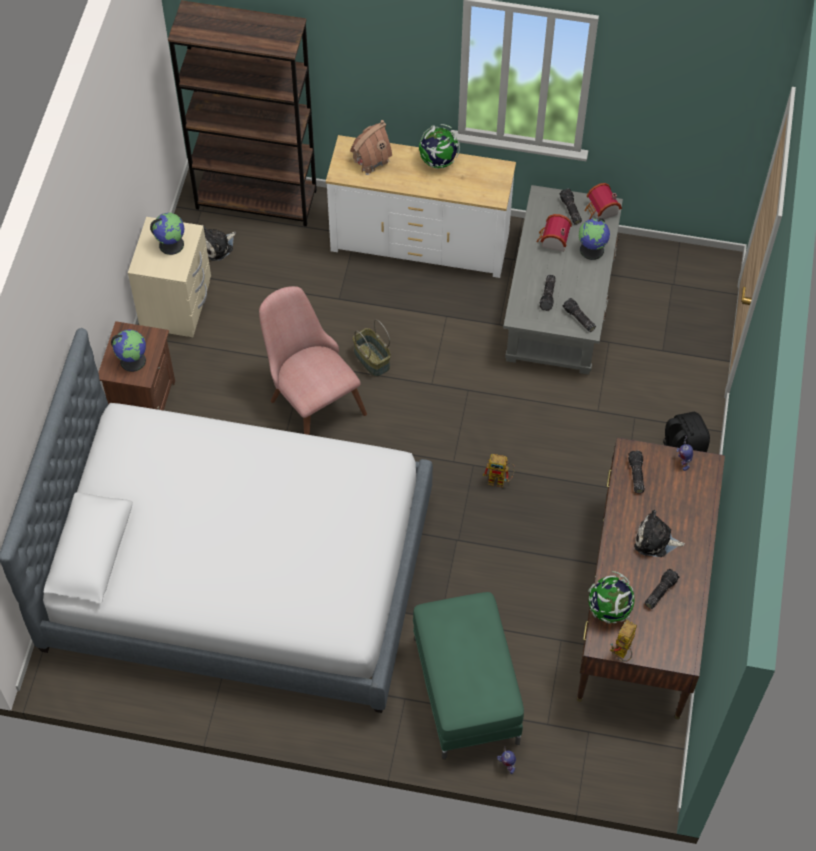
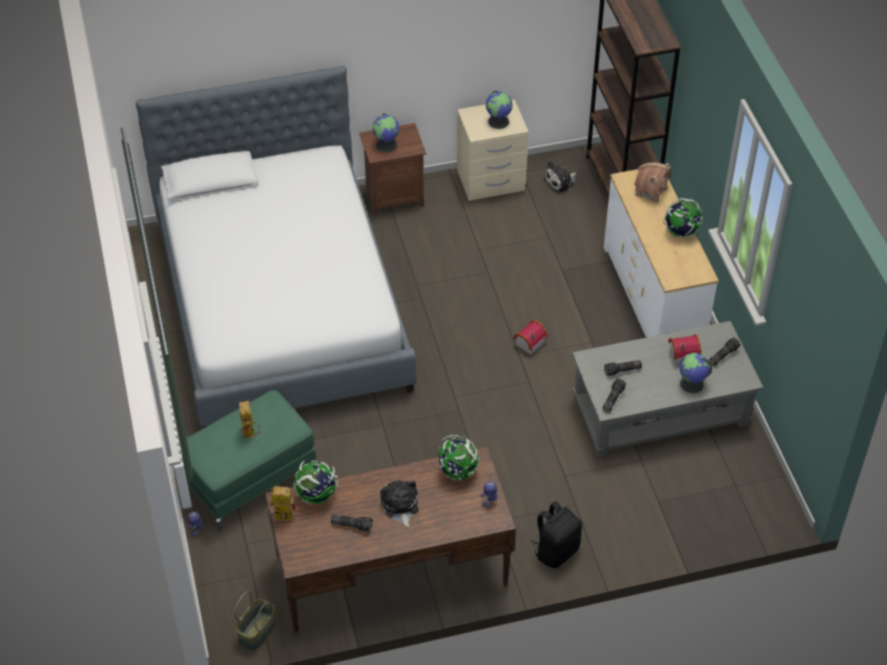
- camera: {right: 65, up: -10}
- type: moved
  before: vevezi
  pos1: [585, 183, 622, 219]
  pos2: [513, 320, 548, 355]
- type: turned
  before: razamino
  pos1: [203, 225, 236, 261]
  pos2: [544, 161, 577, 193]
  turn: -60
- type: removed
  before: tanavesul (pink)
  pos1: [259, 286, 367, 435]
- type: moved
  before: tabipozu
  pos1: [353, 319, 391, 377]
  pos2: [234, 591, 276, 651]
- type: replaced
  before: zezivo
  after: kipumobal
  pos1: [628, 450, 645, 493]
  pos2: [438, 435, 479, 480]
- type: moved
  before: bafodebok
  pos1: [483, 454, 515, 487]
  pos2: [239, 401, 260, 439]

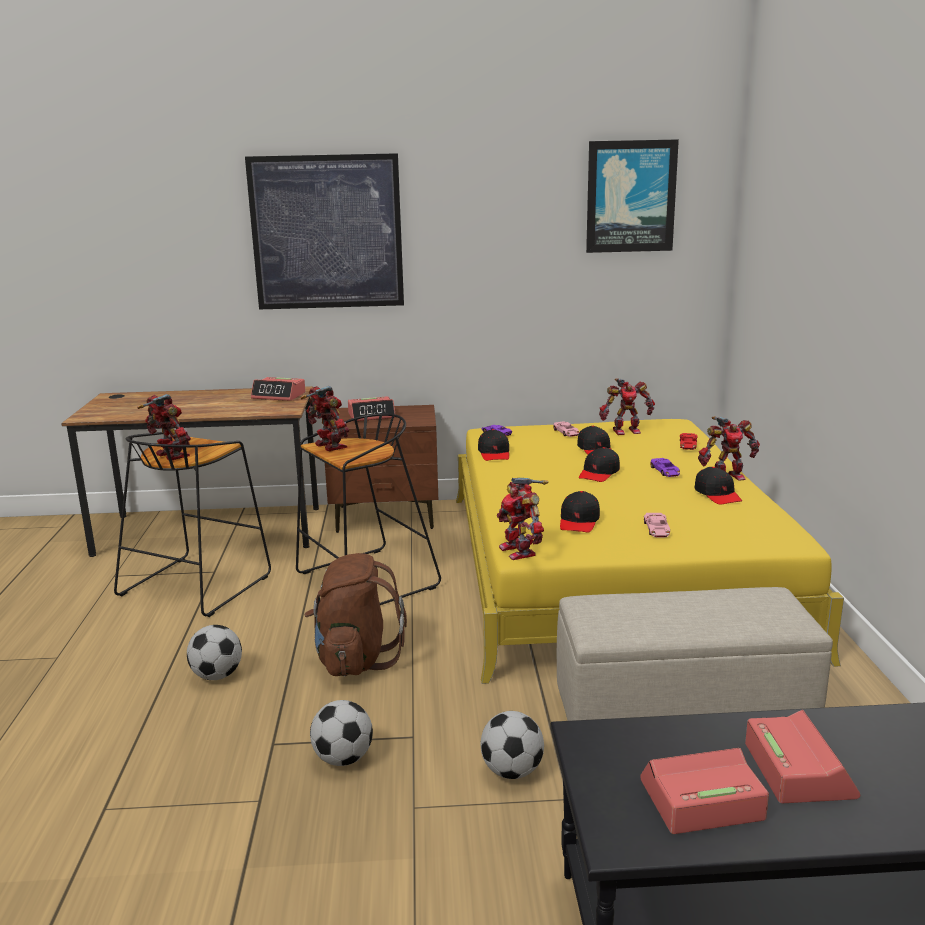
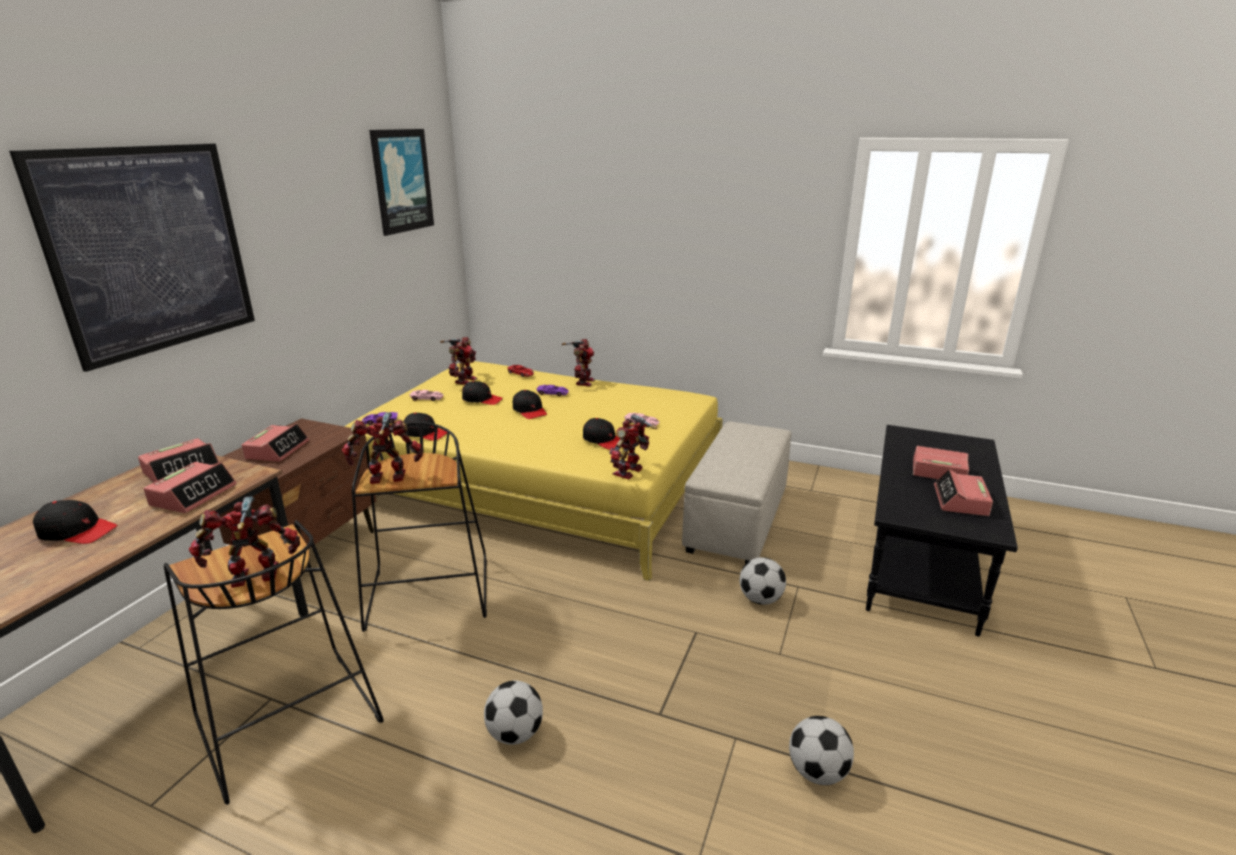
- camera: {right: -65, up: 5}
- type: moved
  before: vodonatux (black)
  pos1: [694, 467, 742, 505]
  pos2: [33, 500, 117, 544]
- type: turned
  before: bafodebok
  pos1: [497, 478, 548, 560]
  pos2: [609, 414, 657, 479]
  turn: 120
- type: removed
  before: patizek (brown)
  pos1: [304, 553, 407, 676]
- type: moved
  before: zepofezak
  pos1: [310, 700, 373, 766]
  pos2: [789, 716, 854, 785]
- type: added
  after: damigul
  pos2: [144, 462, 237, 513]

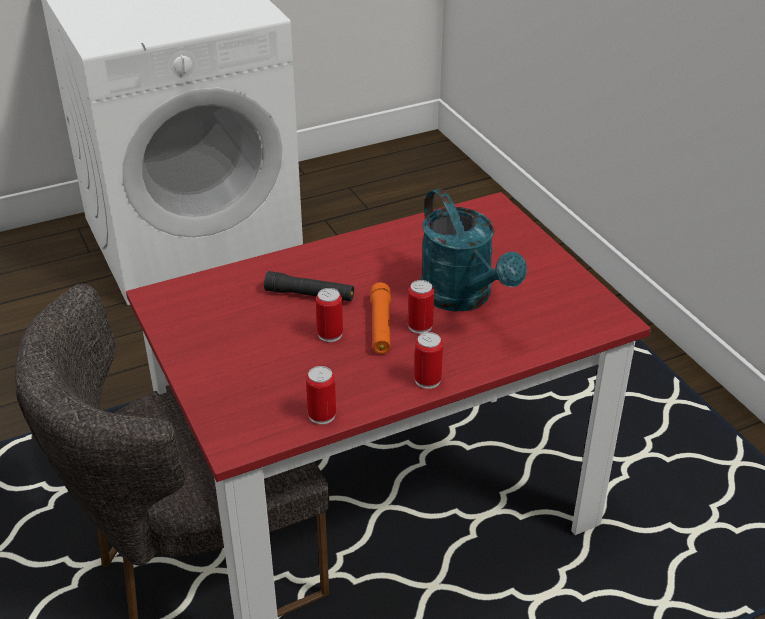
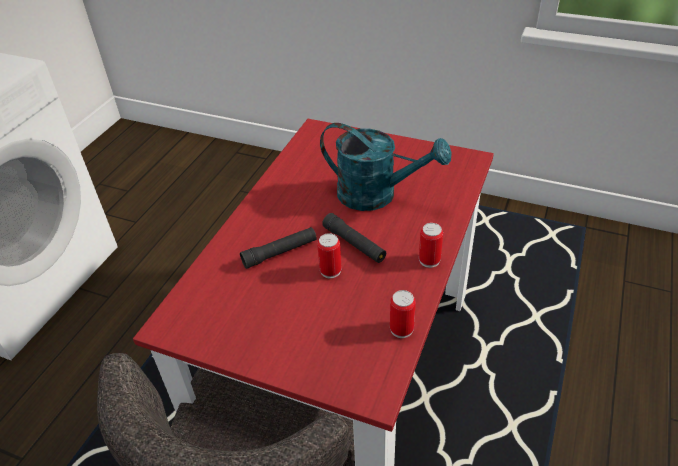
- camera: {right: -40, up: 5}
- type: removed
  before: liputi
  pos1: [408, 280, 434, 334]
- type: recoloured
  before: zezivo (orange)
  after: zezivo (black)
  pos1: [371, 282, 391, 354]
  pos2: [322, 213, 386, 263]

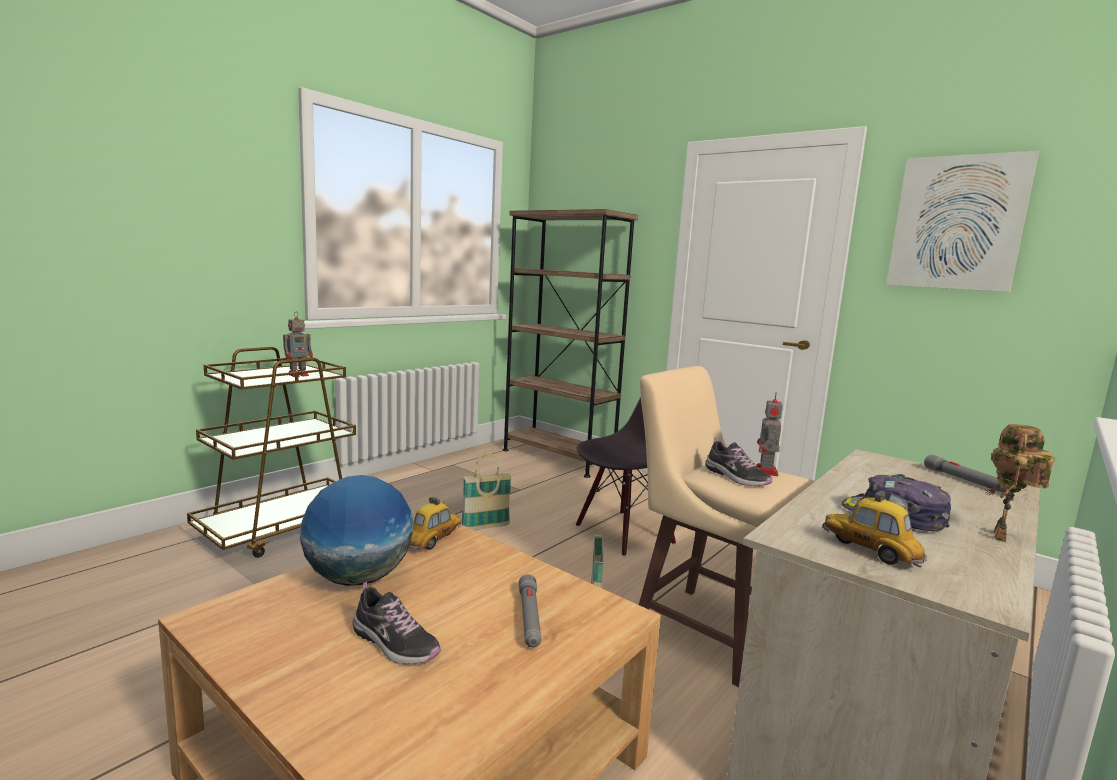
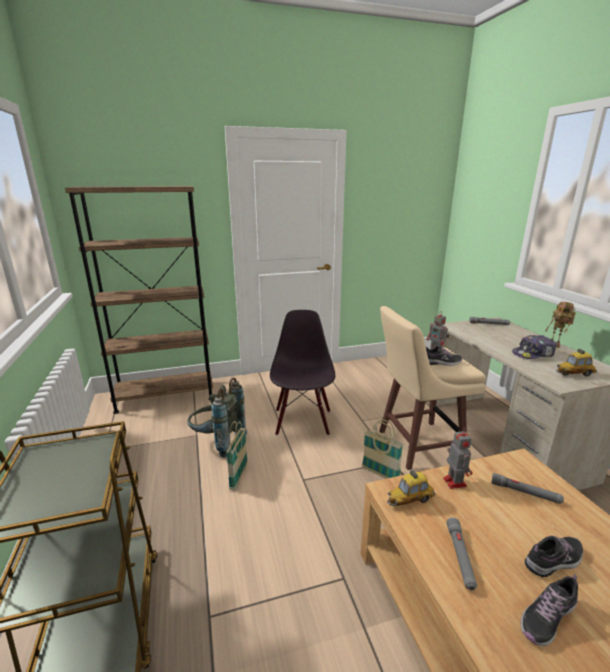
- camera: {right: -55, up: 10}
- type: removed
  before: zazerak
  pos1: [886, 151, 1039, 292]
- type: moved
  before: bafodebok
  pos1: [283, 313, 313, 377]
  pos2: [443, 428, 472, 489]
- type: replaced
  before: kipumobal
  after: zezivo (grey)
  pos1: [300, 475, 414, 586]
  pos2: [447, 517, 477, 590]
- type: turned
  before: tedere
  pos1: [409, 497, 462, 550]
  pos2: [387, 470, 435, 506]
  turn: -90
- type: added
  after: patizek (grey)
  pos2: [187, 378, 247, 458]
- type: added
  after: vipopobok
  pos2: [521, 574, 578, 646]

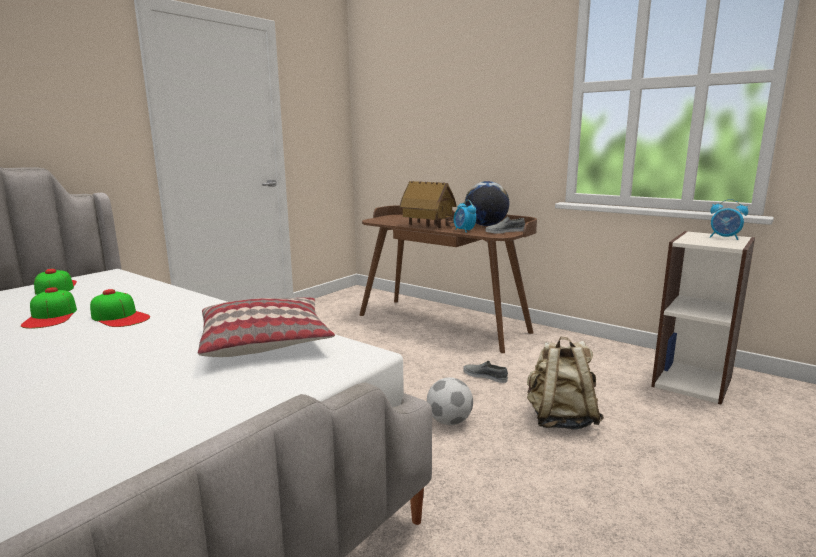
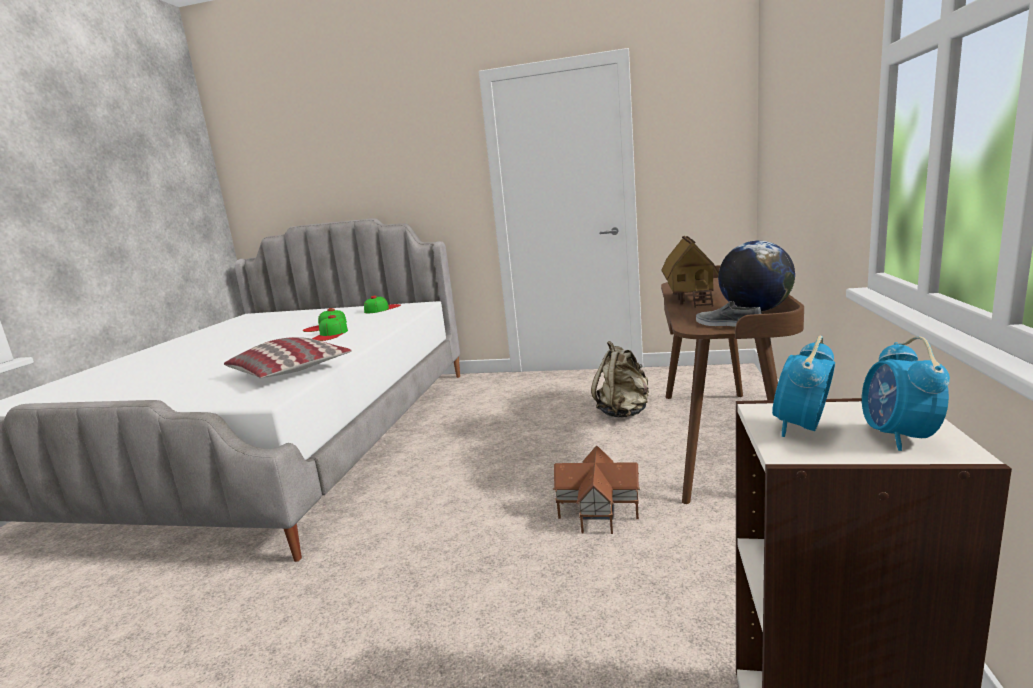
- camera: {right: 65, up: 0}
- type: moved
  before: damigul
  pos1: [454, 200, 476, 233]
  pos2: [772, 336, 835, 437]
- type: moved
  before: patizek (beige)
  pos1: [527, 337, 604, 430]
  pos2: [591, 341, 649, 417]
- type: replaced
  before: vipopobok (grey)
  after: vevezi
  pos1: [463, 361, 508, 383]
  pos2: [553, 445, 640, 534]
- type: removed
  before: zepofezak
  pos1: [427, 377, 473, 425]

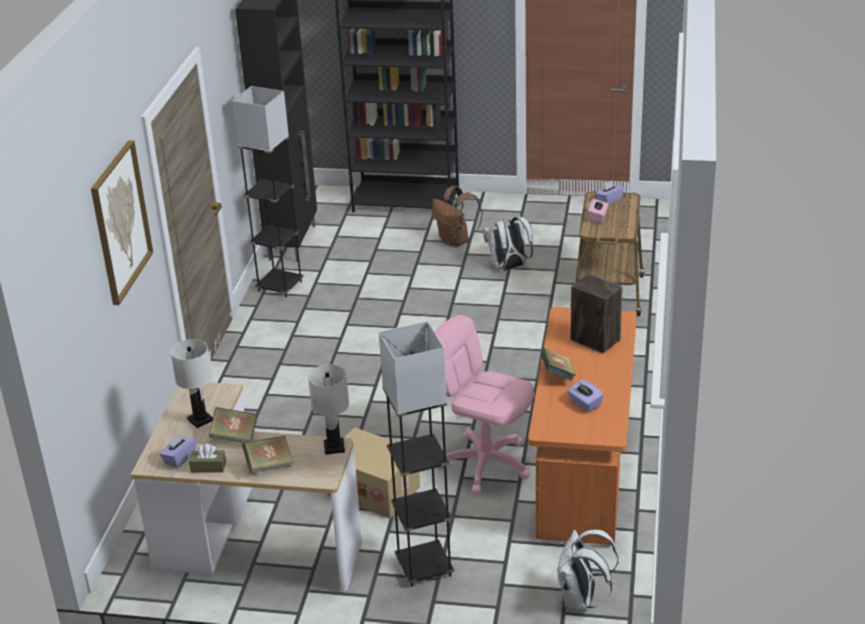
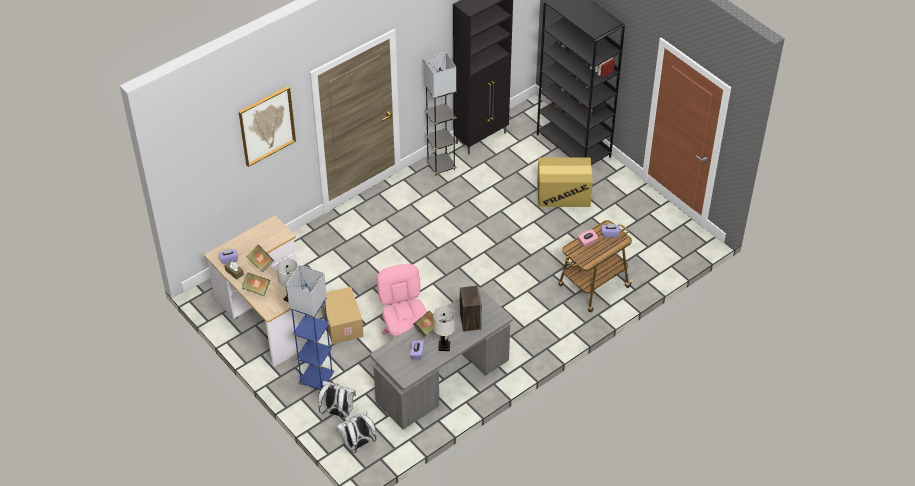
- camera: {right: 40, up: 15}
- type: replaced
  before: patizek (brown)
  after: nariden
  pos1: [432, 186, 482, 248]
  pos2: [537, 158, 593, 207]
- type: moved
  before: patizek (white)
  pos1: [483, 217, 533, 271]
  pos2: [318, 381, 356, 419]
- type: recoloured
  before: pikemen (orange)
  after: pikemen (grey)
  pos1: [528, 307, 637, 545]
  pos2: [371, 287, 512, 430]
- type: recoloured
  before: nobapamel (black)
  after: nobapamel (blue)
  pos1: [379, 321, 454, 587]
  pos2: [286, 265, 334, 390]
- type: moved
  before: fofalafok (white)
  pos1: [170, 339, 213, 428]
  pos2: [433, 306, 455, 351]

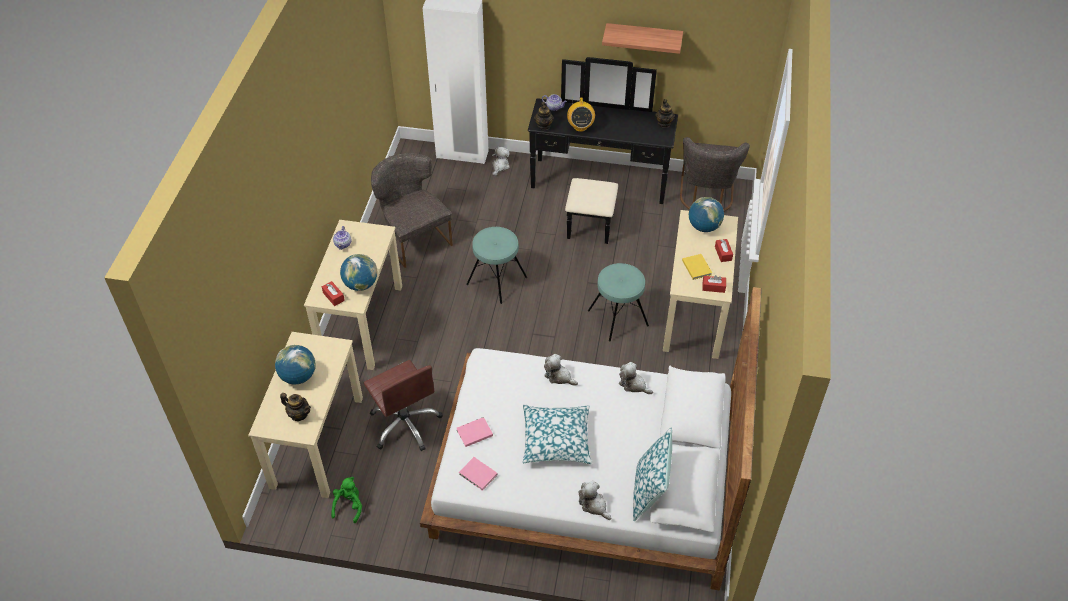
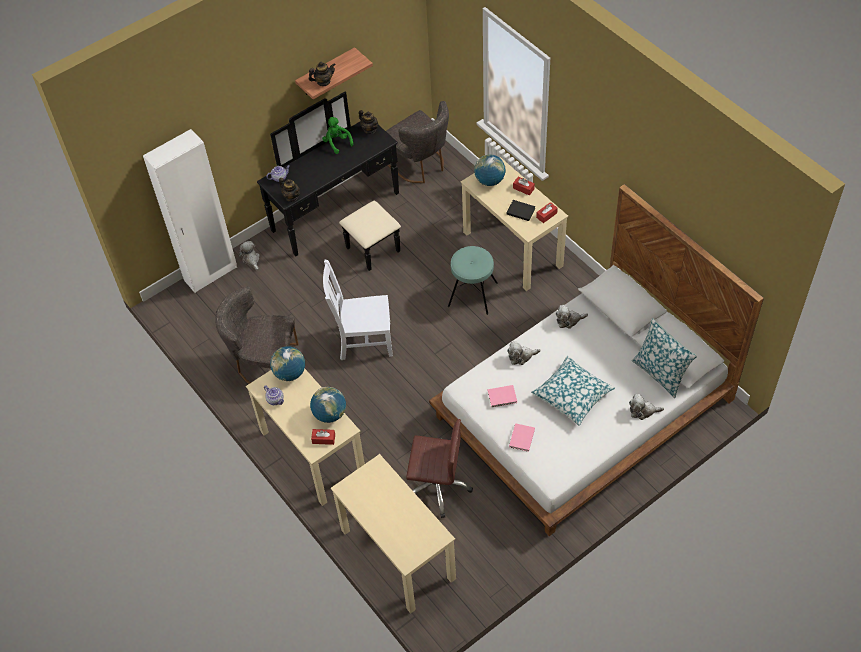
- camera: {right: -45, up: 5}
- type: removed
  before: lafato
  pos1: [567, 98, 595, 132]
- type: replaced
  before: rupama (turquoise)
  after: tanavesul (white)
  pos1: [466, 227, 527, 304]
  pos2: [323, 259, 393, 360]
- type: recoloured
  before: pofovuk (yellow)
  after: pofovuk (black)
  pos1: [682, 254, 712, 280]
  pos2: [506, 200, 536, 221]
- type: moved
  before: kipumobal
  pos1: [275, 345, 316, 384]
  pos2: [270, 346, 305, 381]
- type: moved
  before: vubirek
  pos1: [280, 393, 311, 421]
  pos2: [309, 61, 336, 86]
- type: moved
  before: pofovuk (pink)
  pos1: [459, 457, 498, 491]
  pos2: [488, 385, 517, 407]
- type: moved
  before: razamino (green)
  pos1: [331, 477, 362, 523]
  pos2: [322, 117, 353, 154]

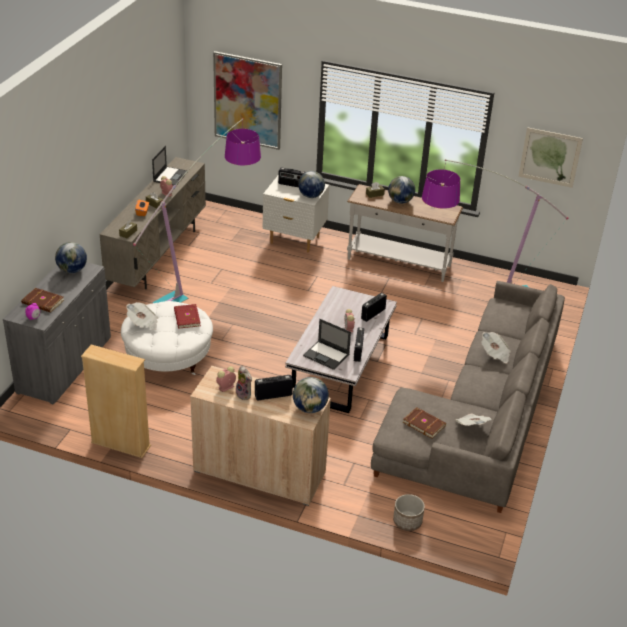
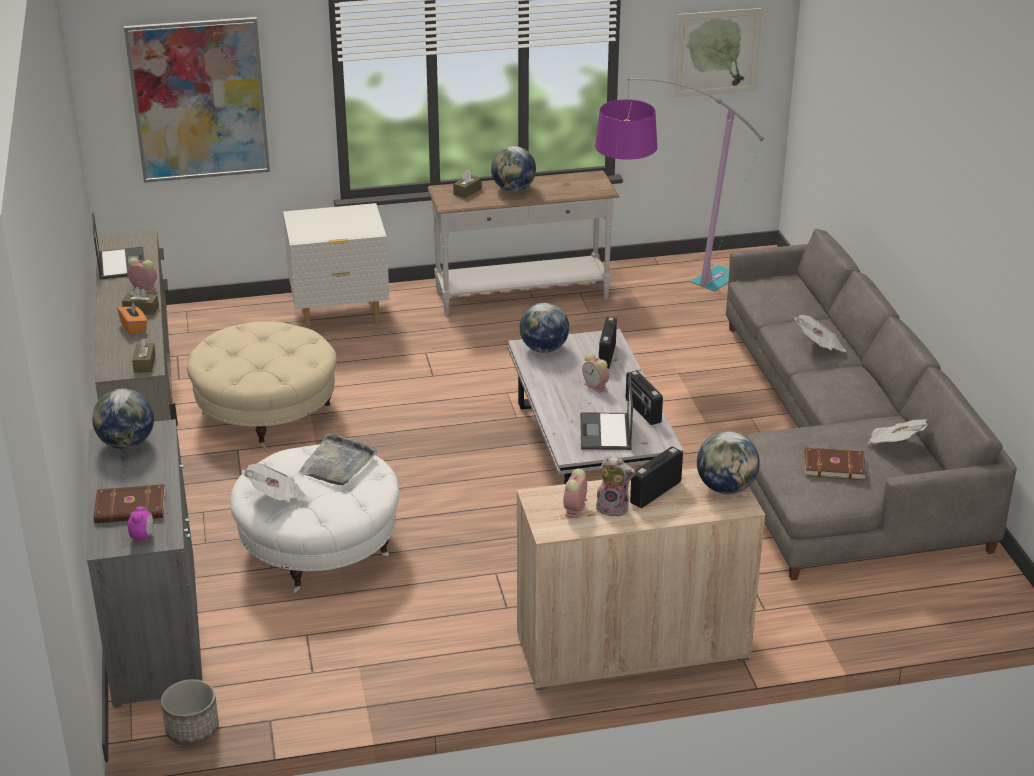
- camera: {right: -30, up: -5}
- type: replaced
  before: nobapamel
  after: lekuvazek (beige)
  pos1: [133, 118, 261, 303]
  pos2: [187, 321, 337, 448]
- type: removed
  before: lafato
  pos1: [278, 168, 306, 187]
- type: moved
  before: kipumobal
  pos1: [298, 171, 325, 198]
  pos2: [519, 302, 569, 353]
- type: replaced
  before: pofovuk (red)
  after: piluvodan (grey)
  pos1: [174, 304, 201, 329]
  pos2: [298, 434, 377, 485]
- type: turned
  before: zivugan
  pos1: [303, 319, 351, 370]
  pos2: [580, 372, 633, 450]
  turn: 90
- type: removed
  before: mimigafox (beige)
  pos1: [81, 345, 151, 458]
- type: moved
  before: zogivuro
  pos1: [393, 494, 425, 531]
  pos2: [161, 679, 219, 745]

